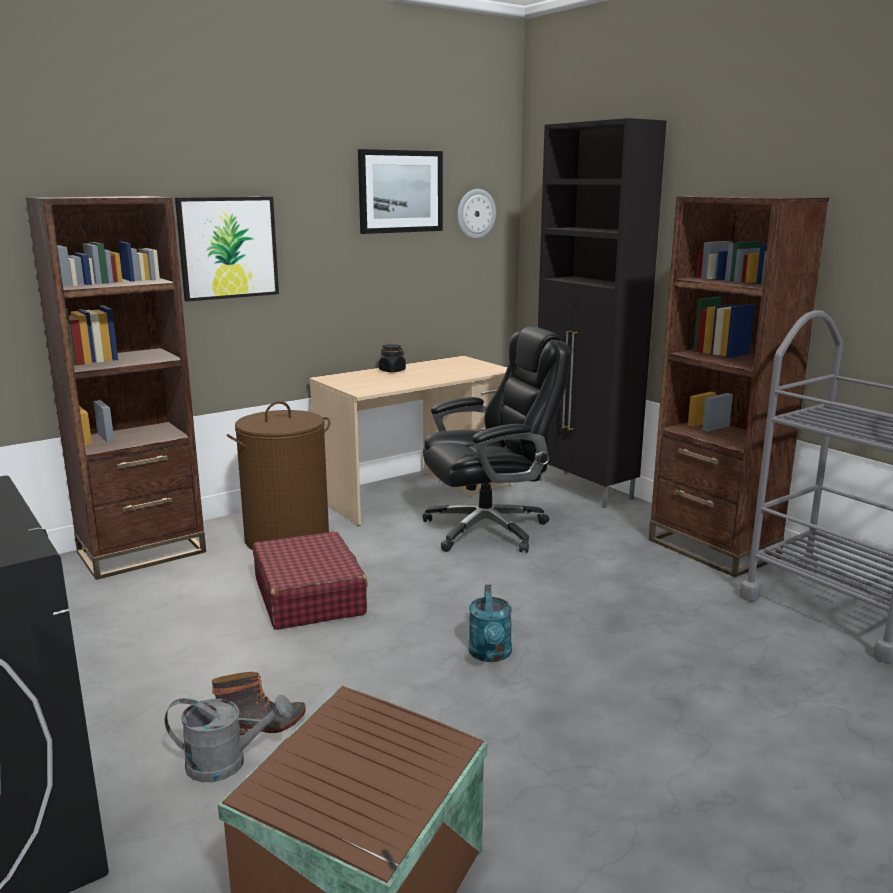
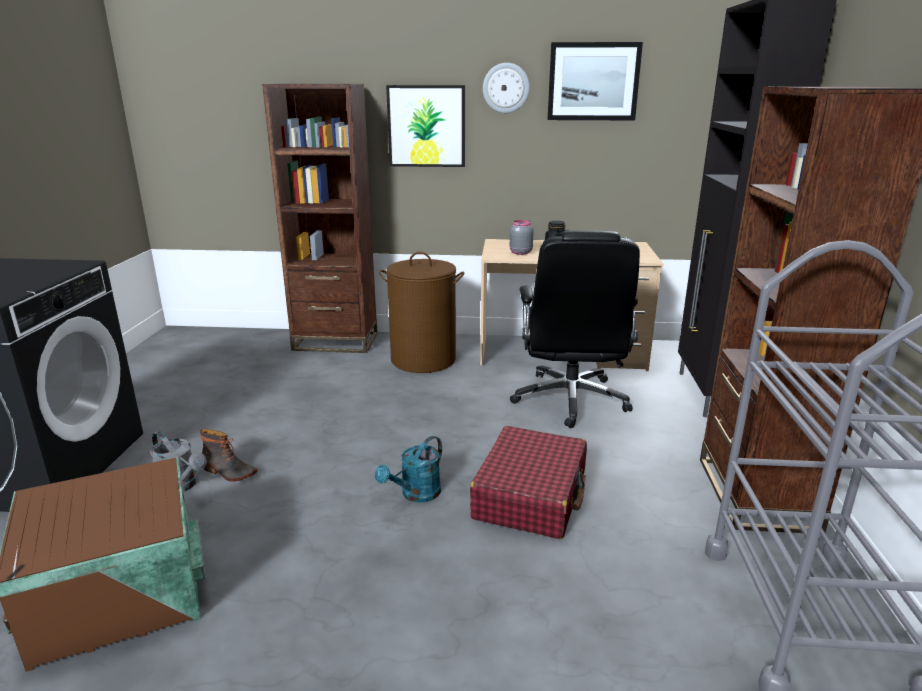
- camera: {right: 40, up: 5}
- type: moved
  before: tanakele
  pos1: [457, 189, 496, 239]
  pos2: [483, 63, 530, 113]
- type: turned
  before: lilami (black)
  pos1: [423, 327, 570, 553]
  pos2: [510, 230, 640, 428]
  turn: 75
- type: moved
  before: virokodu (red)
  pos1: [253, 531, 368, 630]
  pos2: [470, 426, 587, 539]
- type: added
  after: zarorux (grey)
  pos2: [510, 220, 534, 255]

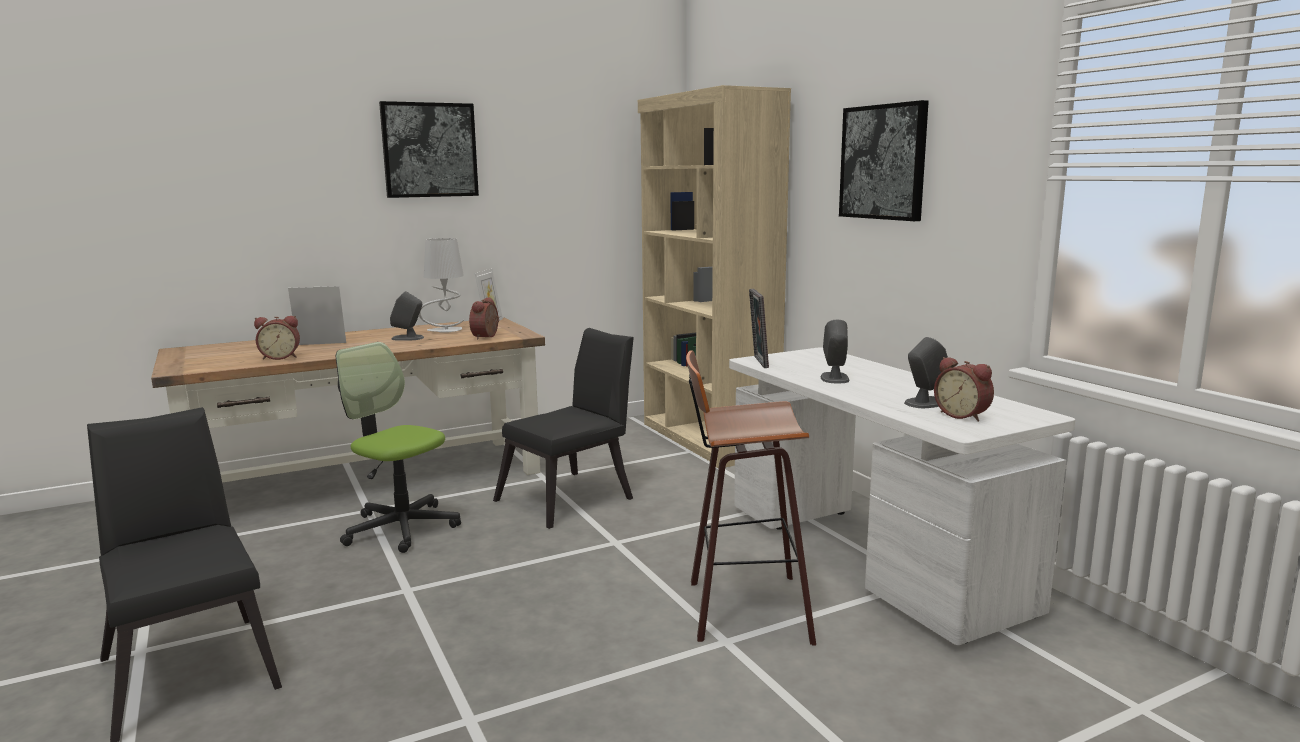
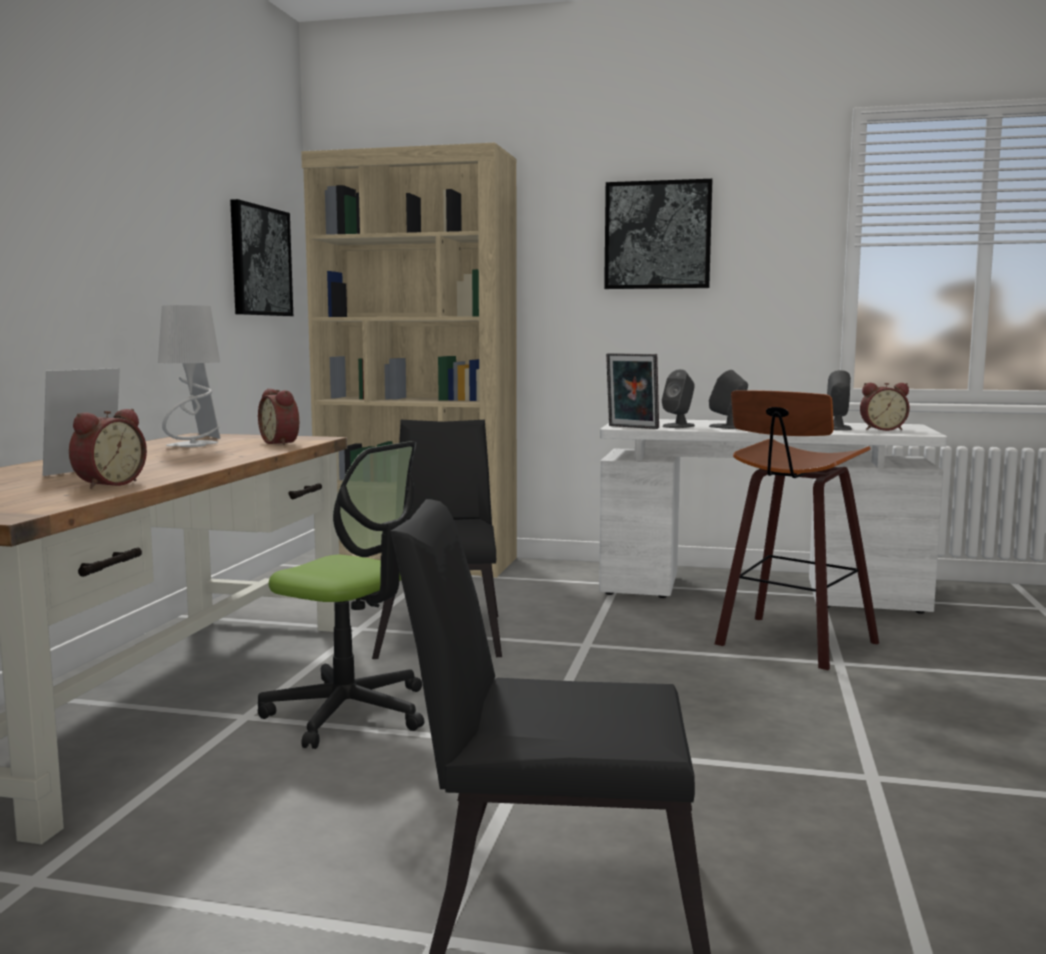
- camera: {right: -50, up: -5}
- type: moved
  before: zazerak
  pos1: [379, 101, 479, 198]
  pos2: [230, 199, 293, 316]
- type: moved
  before: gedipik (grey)
  pos1: [390, 291, 424, 341]
  pos2: [662, 369, 695, 428]
- type: turned
  before: lilami
  pos1: [336, 342, 461, 553]
  pos2: [258, 441, 425, 749]
  turn: -135

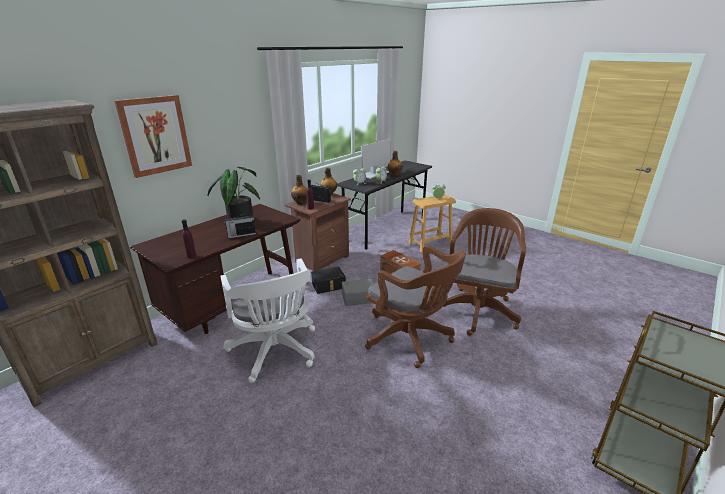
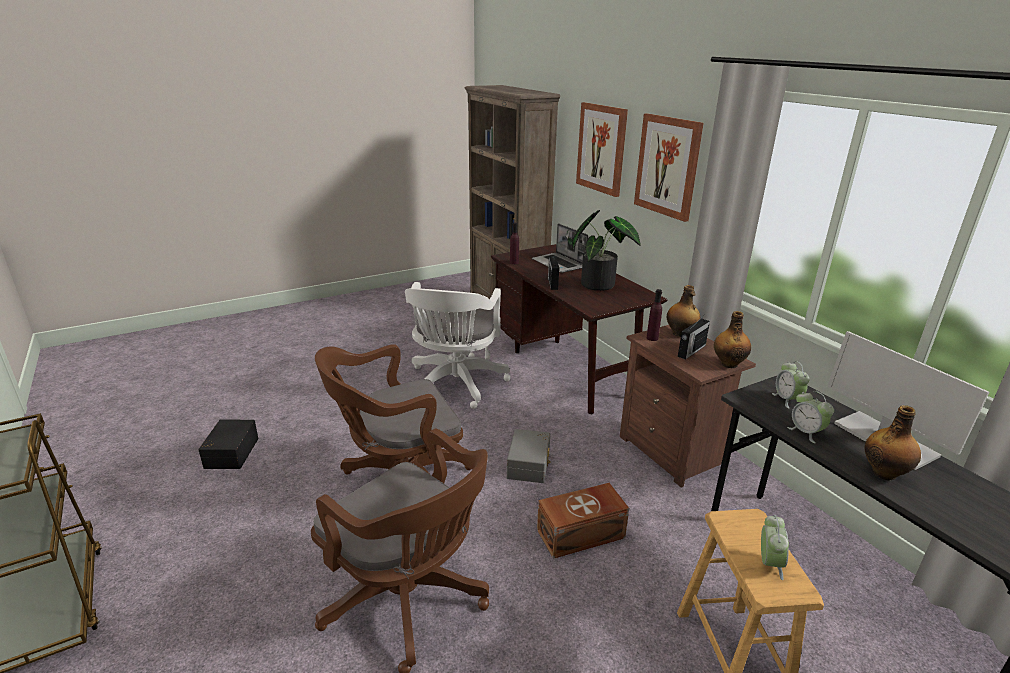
- camera: {right: 110, up: 0}
- type: turned
  before: lilami (white)
  pos1: [221, 258, 315, 383]
  pos2: [405, 282, 511, 409]
  turn: -75
- type: moved
  before: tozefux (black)
  pos1: [311, 267, 346, 294]
  pos2: [198, 419, 258, 469]
- type: added
  after: zazerak
  pos2: [634, 113, 704, 222]
- type: added
  after: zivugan
  pos2: [532, 223, 589, 273]

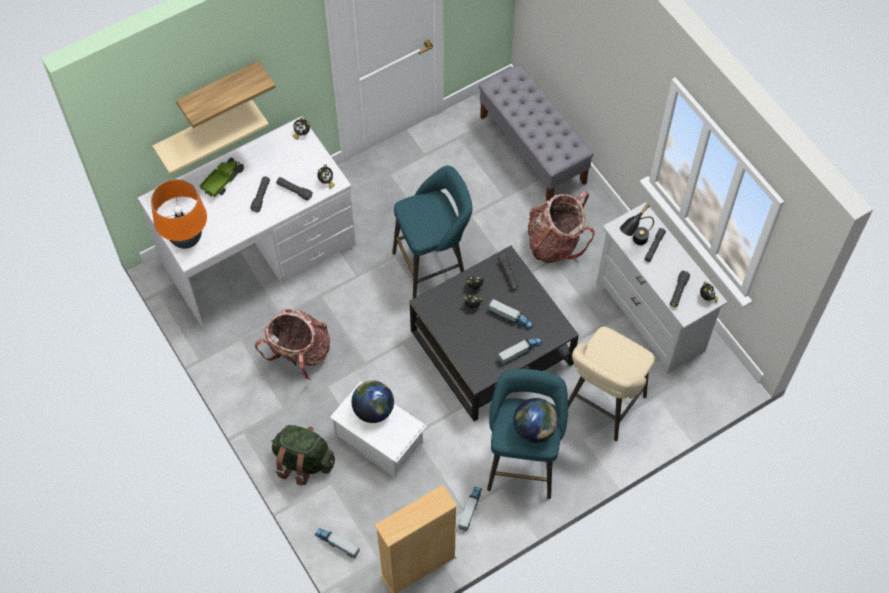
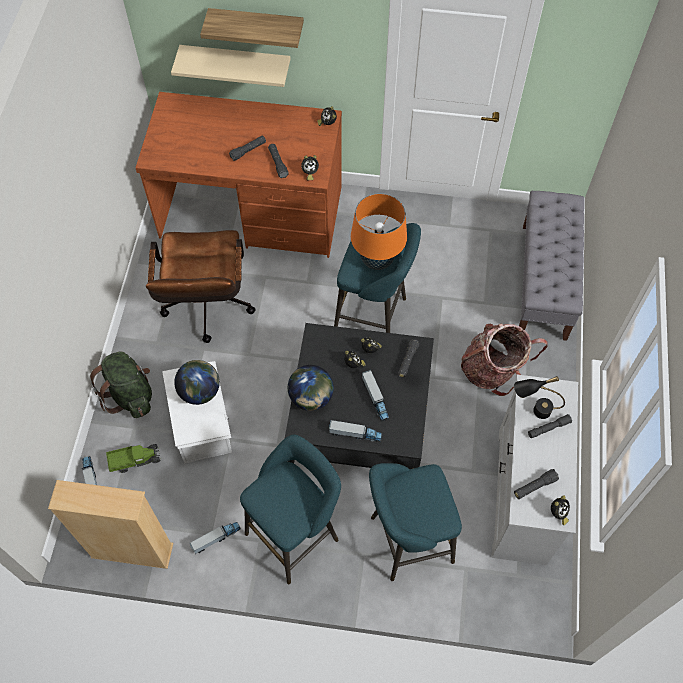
- camera: {right: 40, up: 0}
- type: recoloured
  before: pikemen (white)
  after: pikemen (brown)
  pos1: [138, 116, 356, 327]
  pos2: [136, 92, 342, 258]
- type: moved
  before: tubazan
  pos1: [200, 158, 244, 197]
  pos2: [106, 444, 161, 473]
- type: moved
  before: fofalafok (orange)
  pos1: [151, 179, 207, 249]
  pos2: [351, 193, 407, 270]
- type: replaced
  before: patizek
  after: lilami (brown)
  pos1: [255, 308, 330, 380]
  pos2: [146, 230, 256, 343]
- type: recoloured
  before: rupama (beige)
  after: rupama (turquoise)
  pos1: [568, 327, 655, 441]
  pos2: [369, 463, 462, 581]
- type: moved
  before: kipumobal
  pos1: [513, 398, 558, 443]
  pos2: [288, 365, 334, 411]

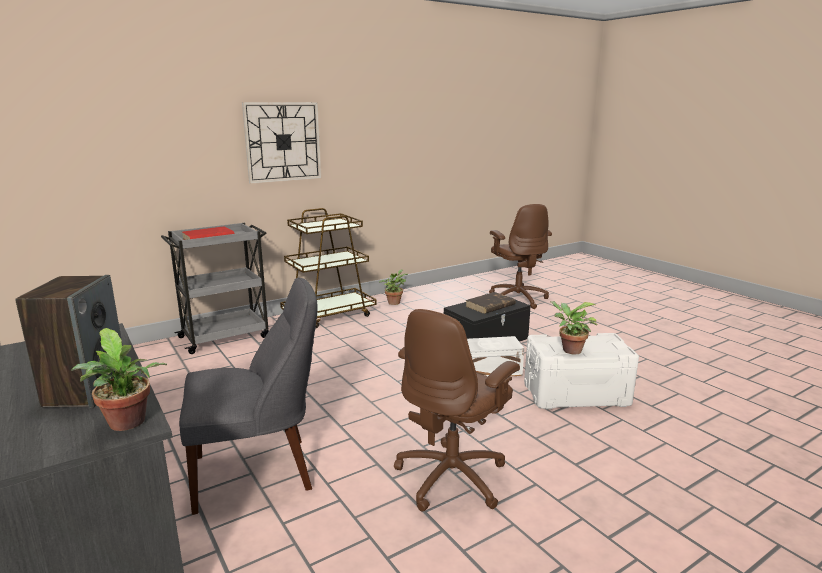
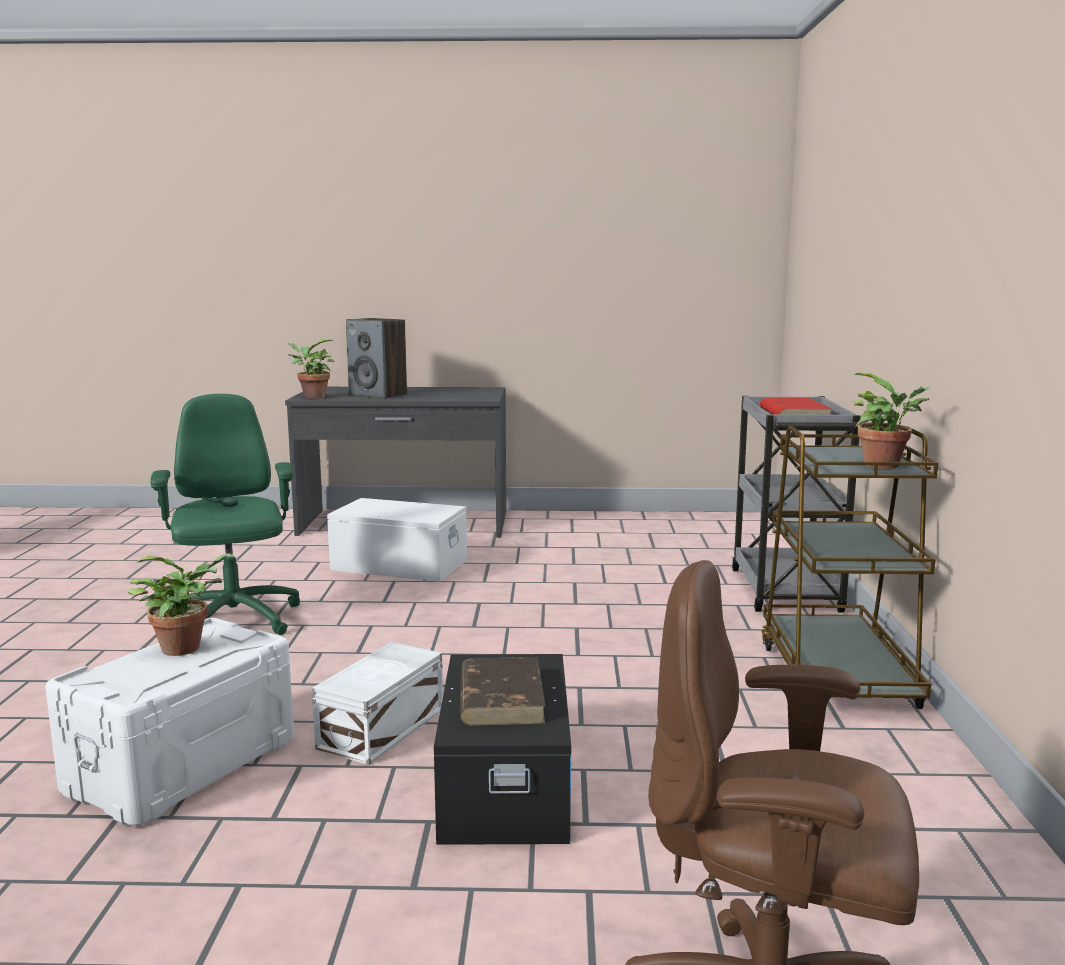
- camera: {right: 125, up: -5}
- type: removed
  before: tanakele
  pos1: [242, 102, 321, 184]
- type: moved
  before: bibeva
  pos1: [379, 269, 408, 305]
  pos2: [853, 373, 930, 469]
- type: replaced
  before: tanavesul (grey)
  after: tozefux (white)
  pos1: [179, 278, 318, 515]
  pos2: [327, 498, 467, 582]
- type: recoloured
  before: lilami (brown)
  after: lilami (green)
  pos1: [394, 309, 520, 512]
  pos2: [151, 394, 300, 635]

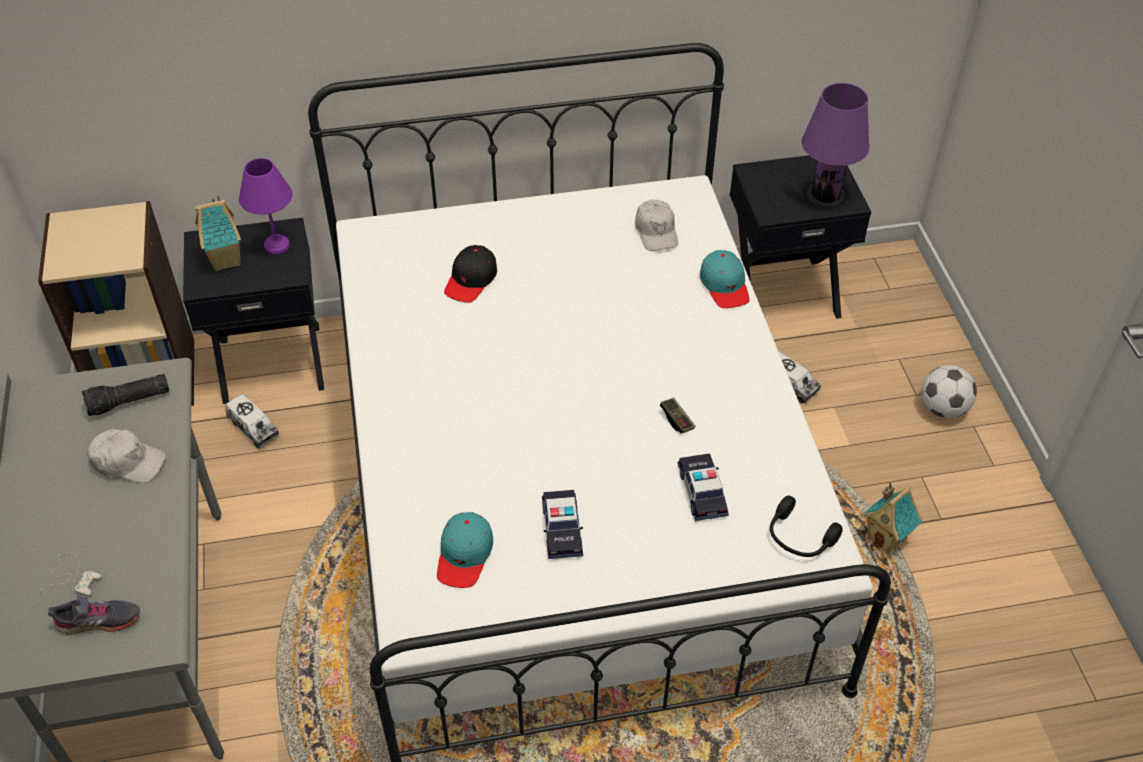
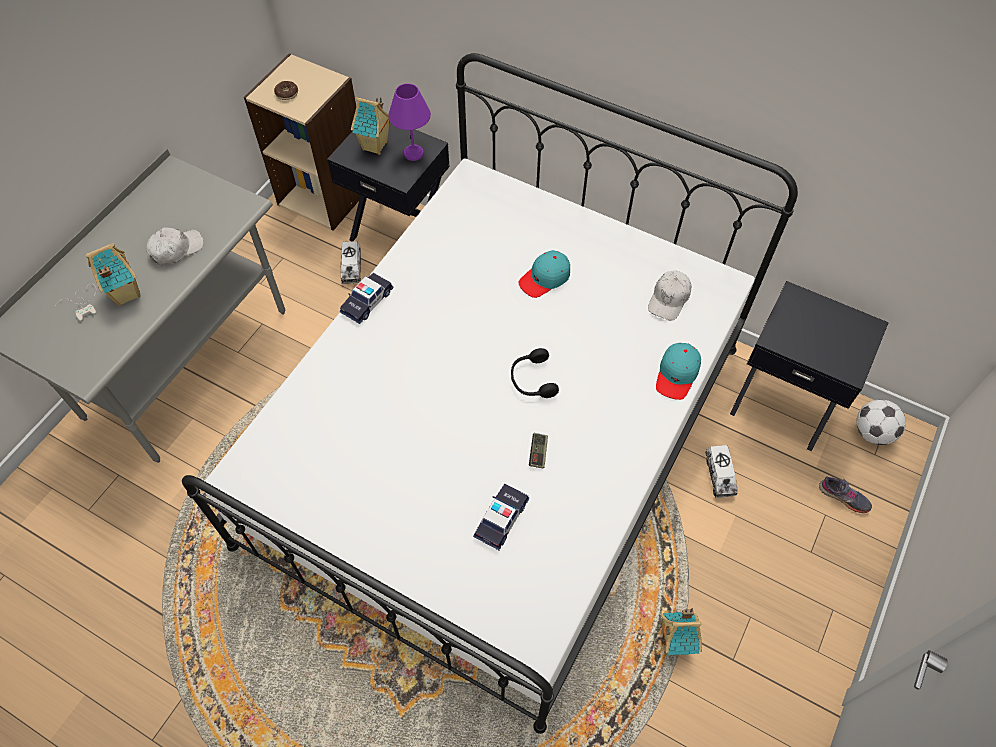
- camera: {right: 40, up: 10}
- type: removed
  before: fofalafok (purple)
  pos1: [772, 83, 870, 208]
- type: removed
  before: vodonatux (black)
  pos1: [444, 245, 497, 303]
- type: moved
  before: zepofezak
  pos1: [921, 365, 977, 418]
  pos2: [856, 400, 906, 445]
- type: removed
  before: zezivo
  pos1: [81, 374, 169, 416]
- type: turned
  before: vodonatux (white)
  pos1: [88, 429, 166, 483]
  pos2: [146, 227, 204, 265]
  turn: -90
- type: moved
  before: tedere
  pos1: [542, 490, 583, 559]
  pos2: [340, 273, 393, 324]
- type: moved
  before: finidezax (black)
  pos1: [770, 496, 843, 557]
  pos2: [511, 348, 559, 398]
- type: moved
  before: vodonatux (turquoise)
  pos1: [437, 512, 493, 588]
  pos2: [518, 250, 570, 298]
- type: moved
  before: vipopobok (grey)
  pos1: [48, 596, 140, 634]
  pos2: [819, 476, 872, 513]
- type: added
  after: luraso
  pos2: [274, 81, 298, 100]
- type: added
  after: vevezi
  pos2: [85, 243, 141, 306]

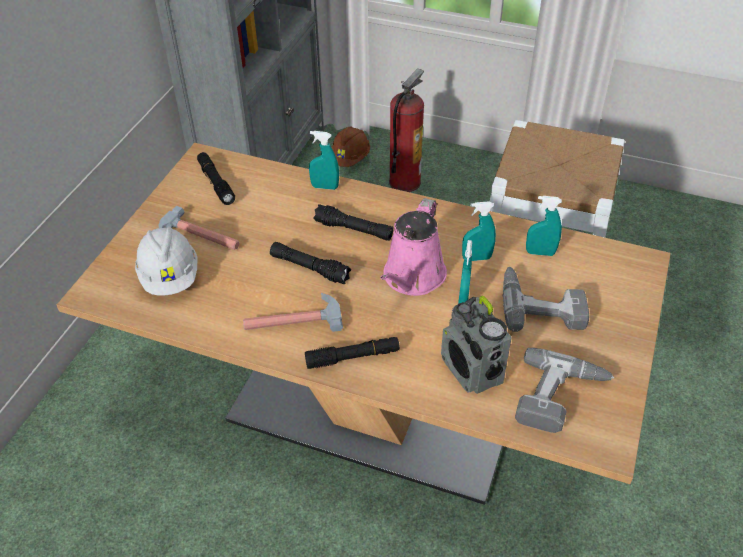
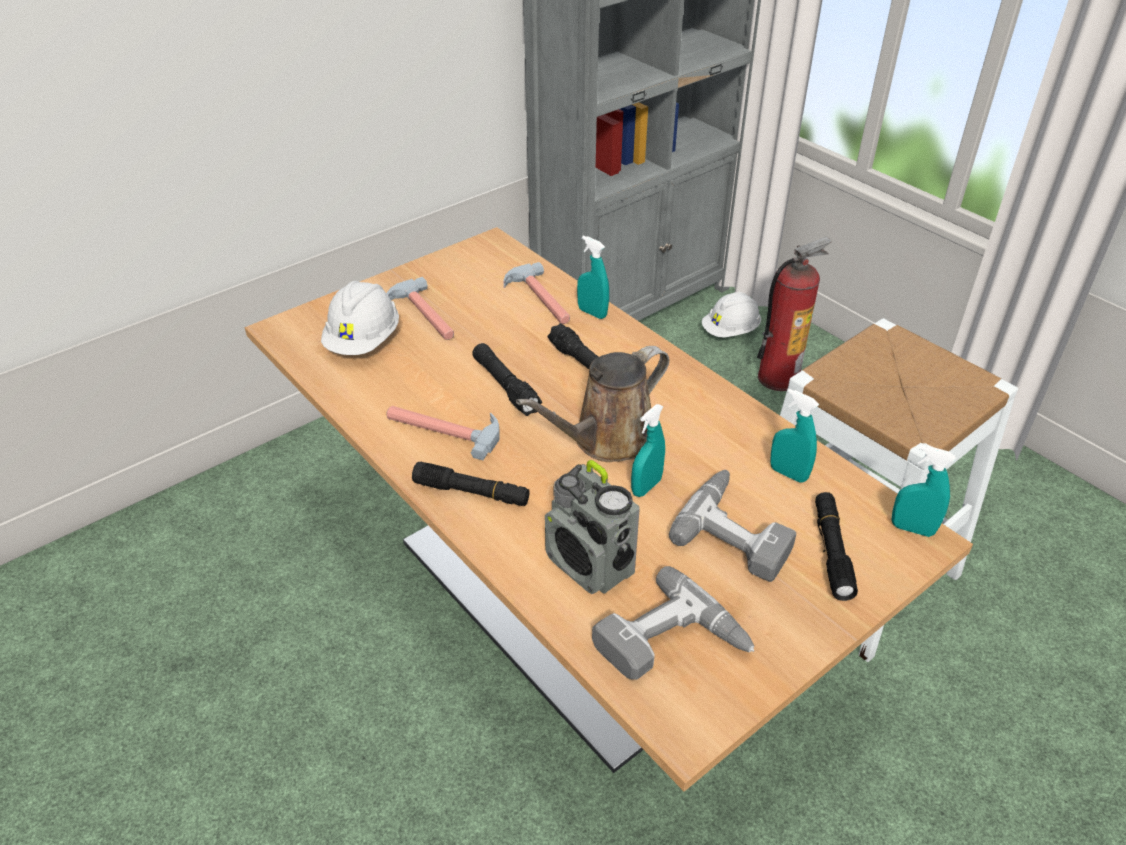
- camera: {right: 30, up: -5}
- type: recoloured
  before: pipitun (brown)
  after: pipitun (white)
  pos1: [331, 127, 370, 167]
  pos2: [702, 292, 761, 338]
- type: moved
  before: zezivo (black)
  pos1: [197, 152, 235, 205]
  pos2: [815, 492, 858, 601]
- type: recoloured
  before: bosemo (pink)
  after: bosemo (brown)
  pos1: [380, 198, 447, 296]
  pos2: [516, 346, 669, 462]
- type: moved
  before: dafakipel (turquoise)
  pos1: [462, 202, 496, 261]
  pos2: [892, 445, 955, 537]
- type: turned
  before: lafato
  pos1: [441, 296, 512, 394]
  pos2: [545, 460, 640, 594]
  turn: -45
- type: added
  after: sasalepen
  pos2: [503, 262, 570, 324]

